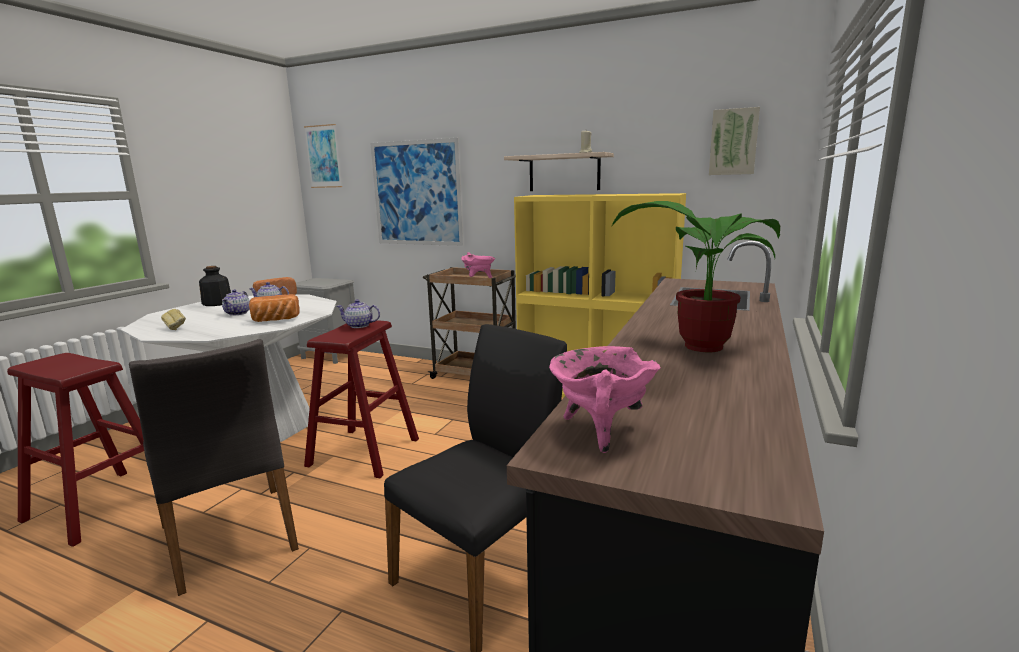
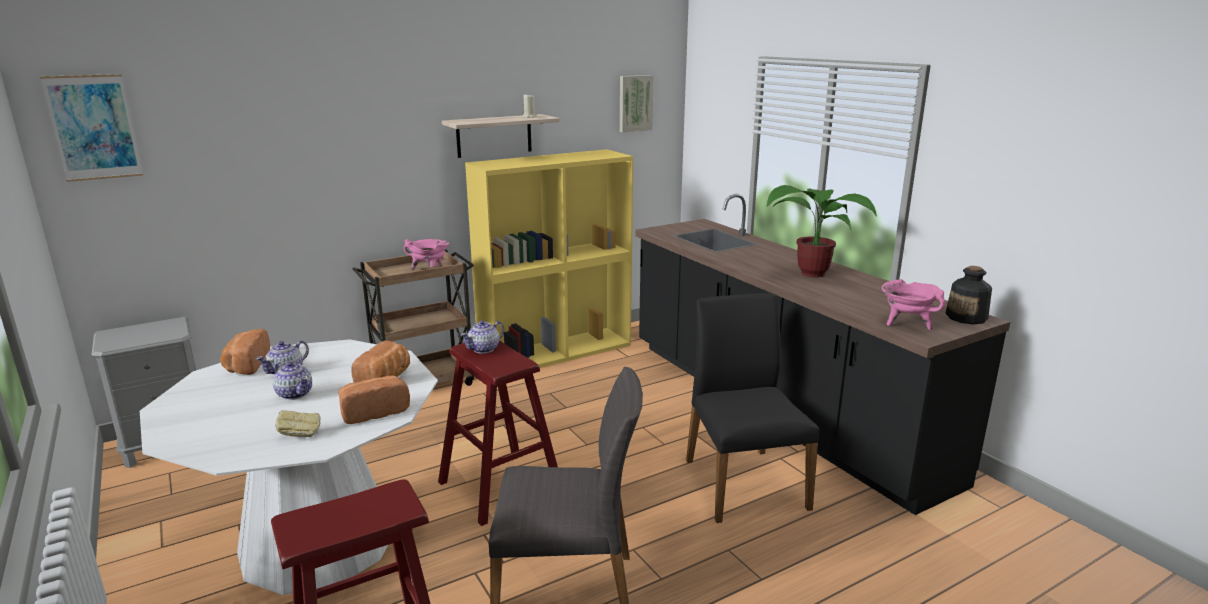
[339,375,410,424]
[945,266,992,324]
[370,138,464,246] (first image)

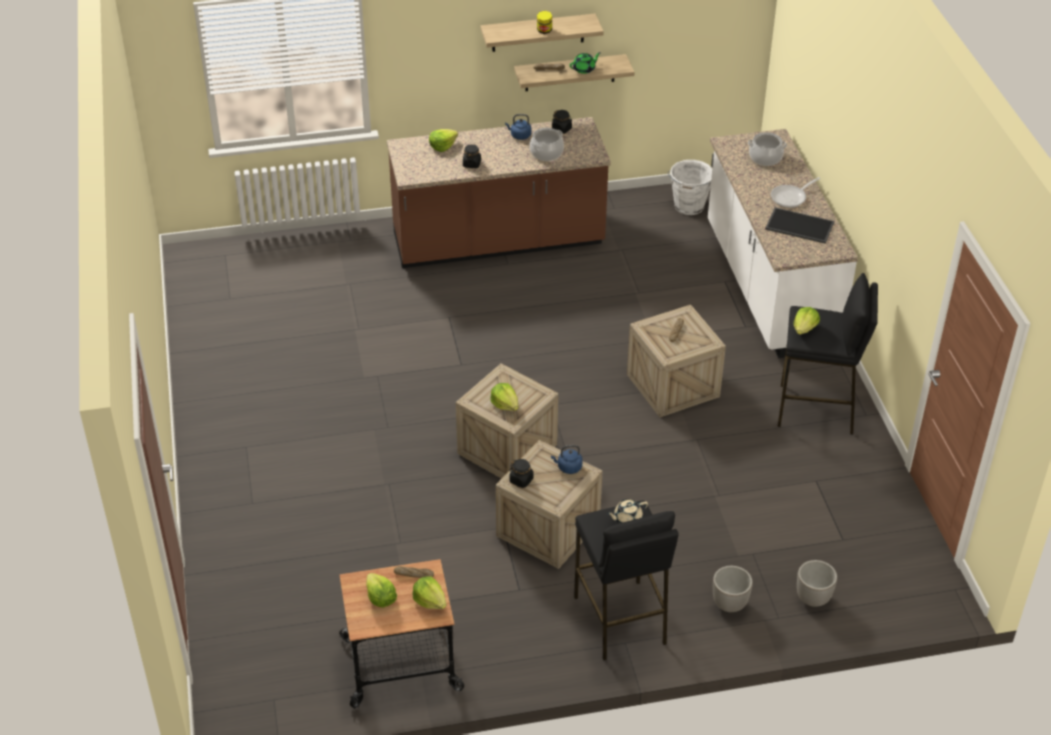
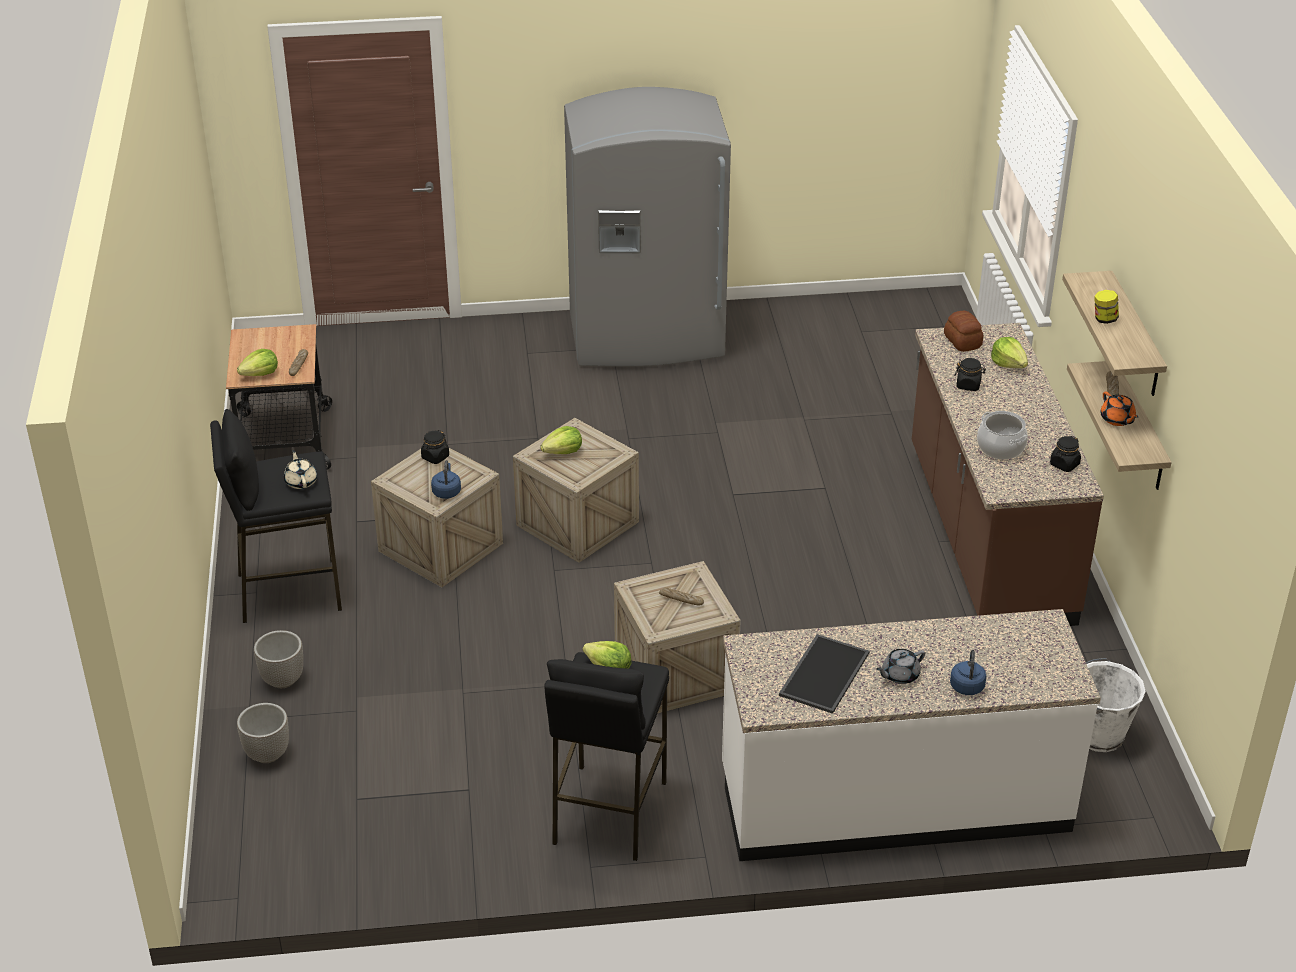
[564,87,731,367]
[876,649,925,684]
[944,311,983,352]
[950,650,987,695]
[1100,392,1138,426]
[366,573,397,607] (first image)
[748,132,787,166] (first image)

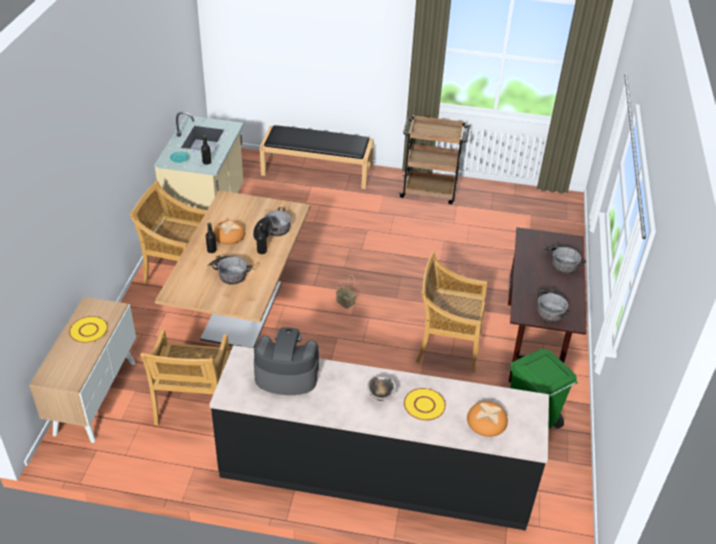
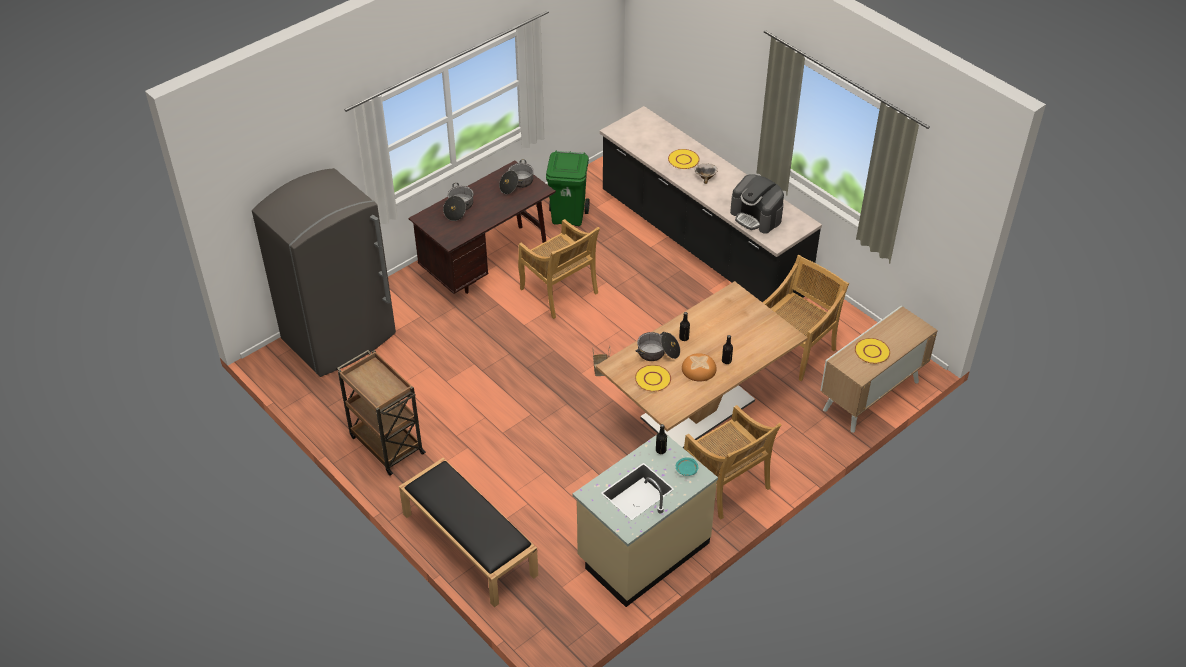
[252,168,396,377]
[635,365,671,392]
[207,255,252,285] (first image)
[467,401,508,437] (first image)

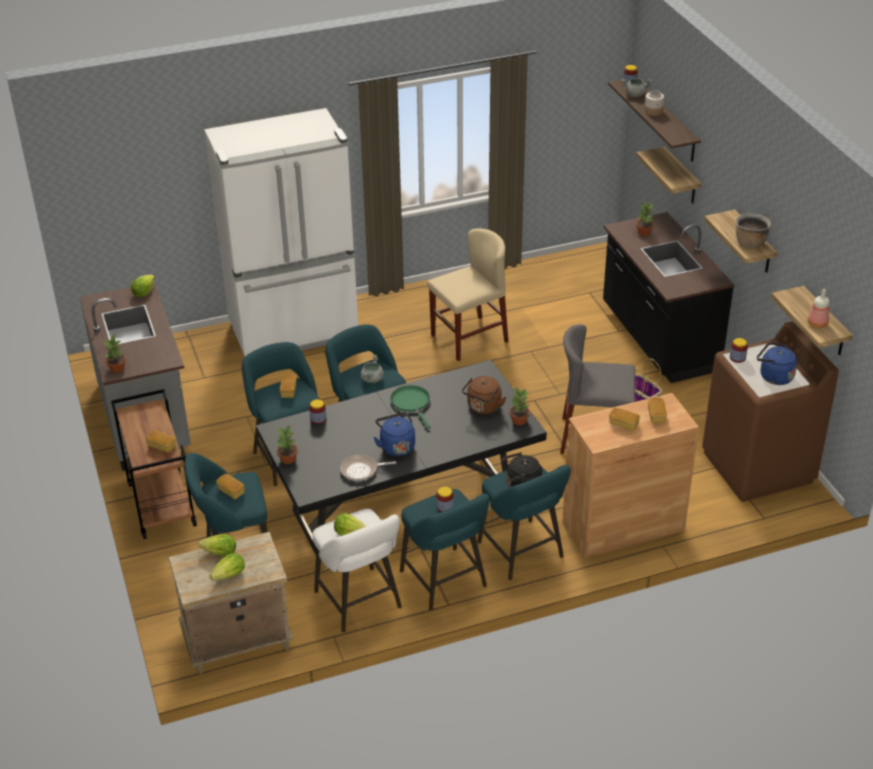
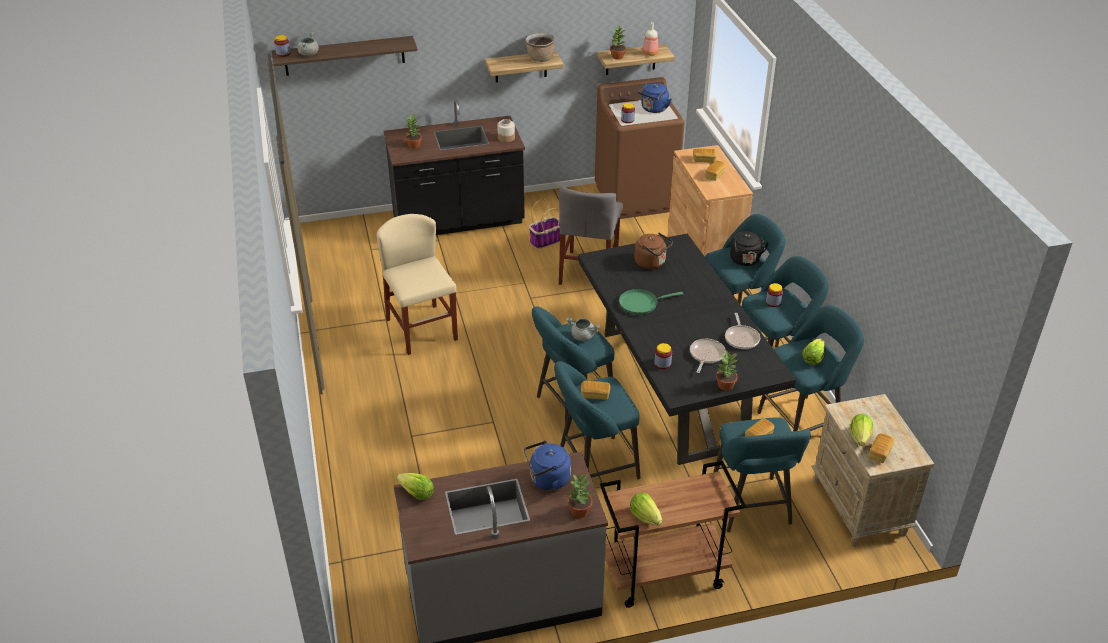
[497,119,515,142]
[524,441,571,491]
[610,25,626,60]
[630,493,662,526]
[690,339,725,373]
[757,305,864,431]
[869,433,895,463]
[204,108,358,356] (first image)
[636,147,701,204] (first image)

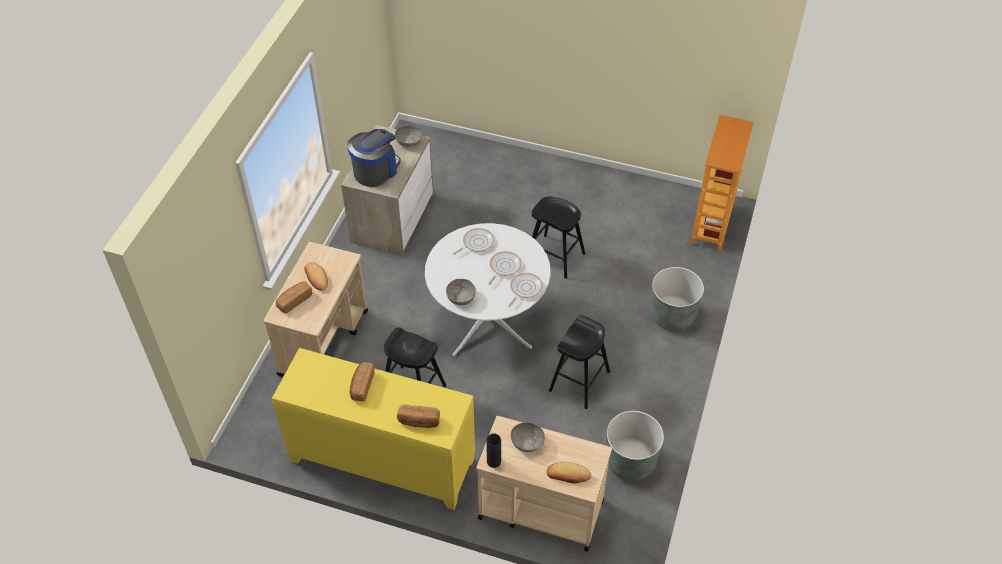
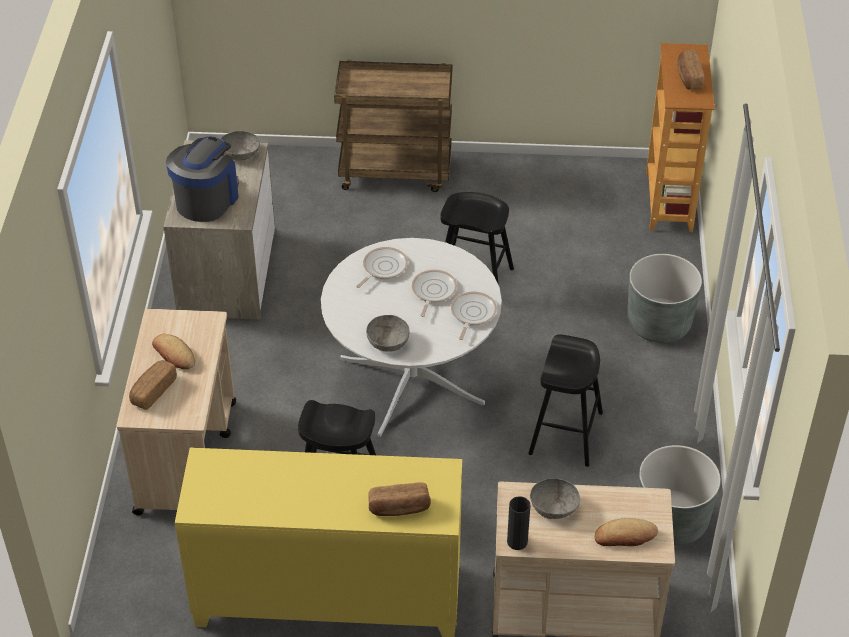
[334,60,453,192]
[678,50,704,90]

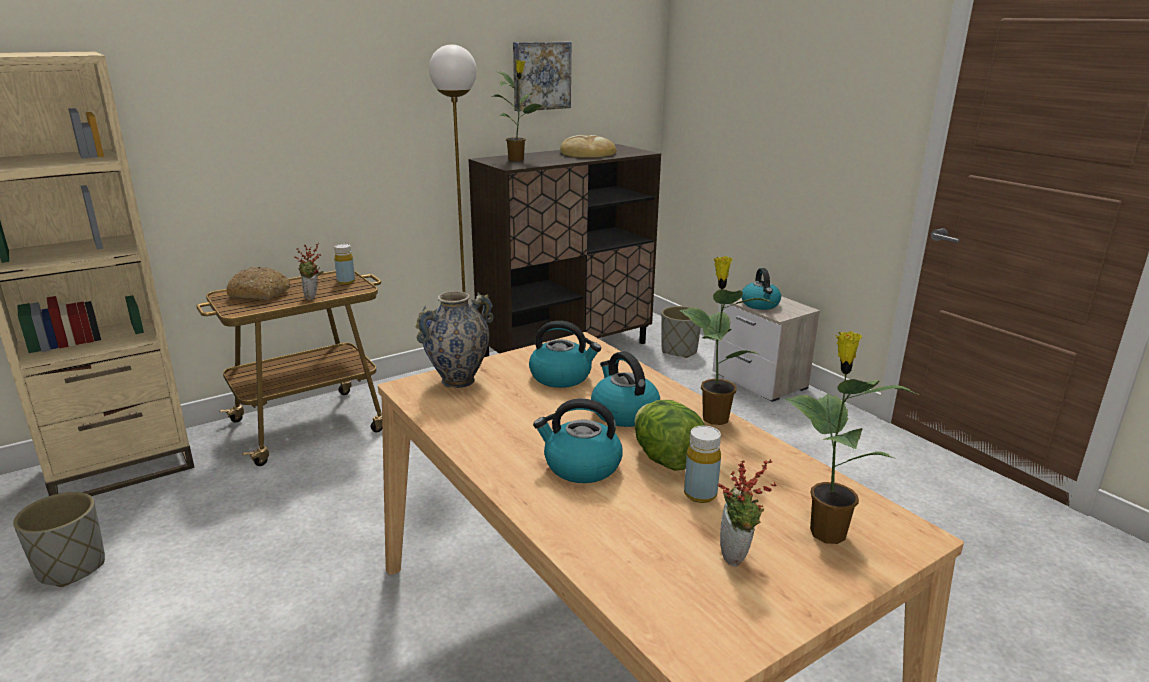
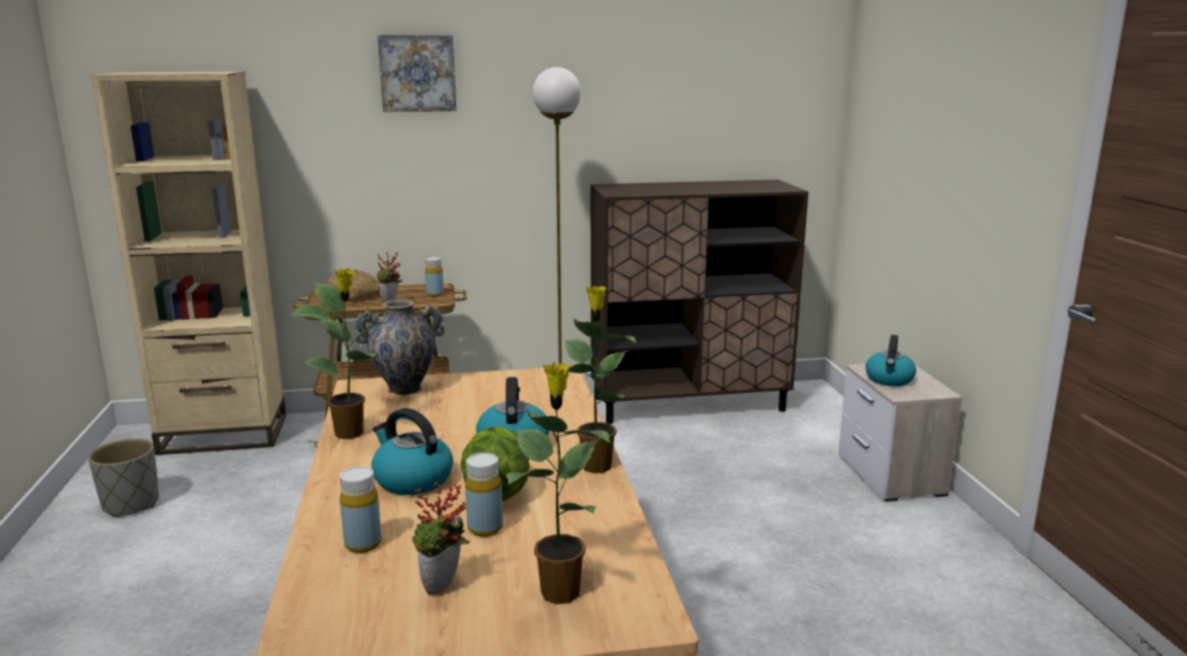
[290,268,387,439]
[340,466,382,553]
[378,35,456,112]
[529,321,601,388] (first image)
[560,135,617,158] (first image)
[661,306,701,358] (first image)

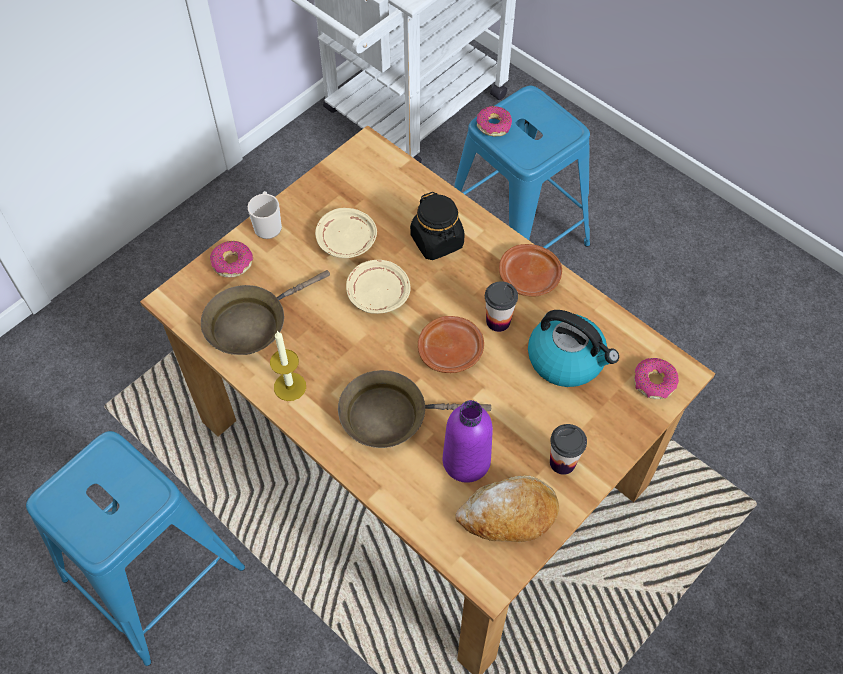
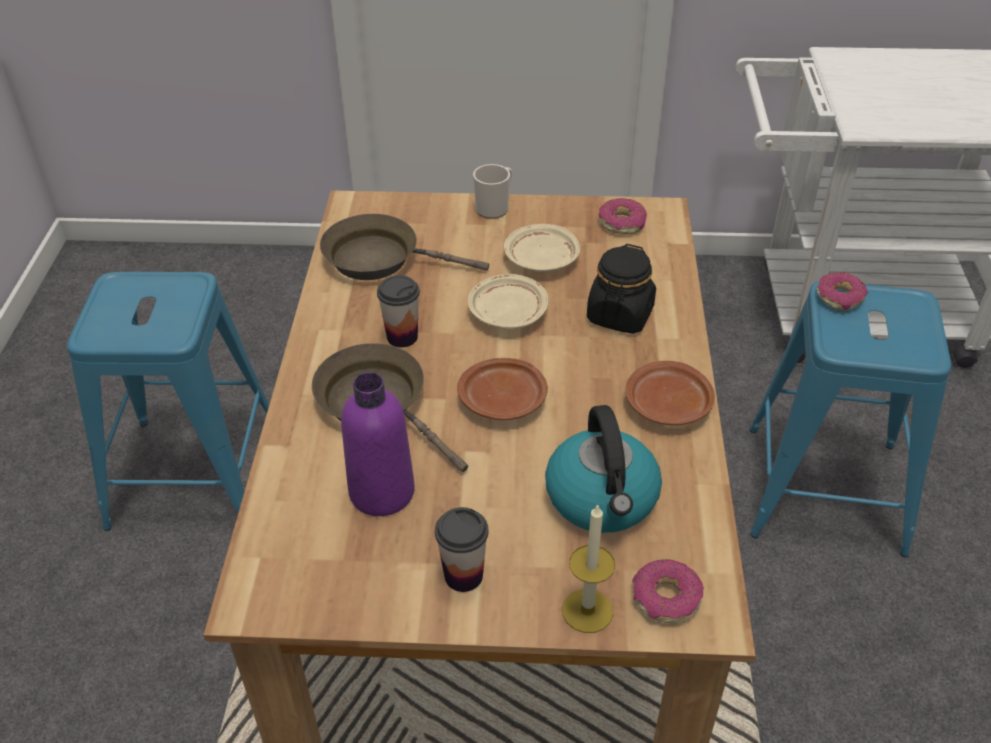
[377,275,420,347]
[562,503,615,633]
[599,198,647,234]
[455,475,559,542] (first image)

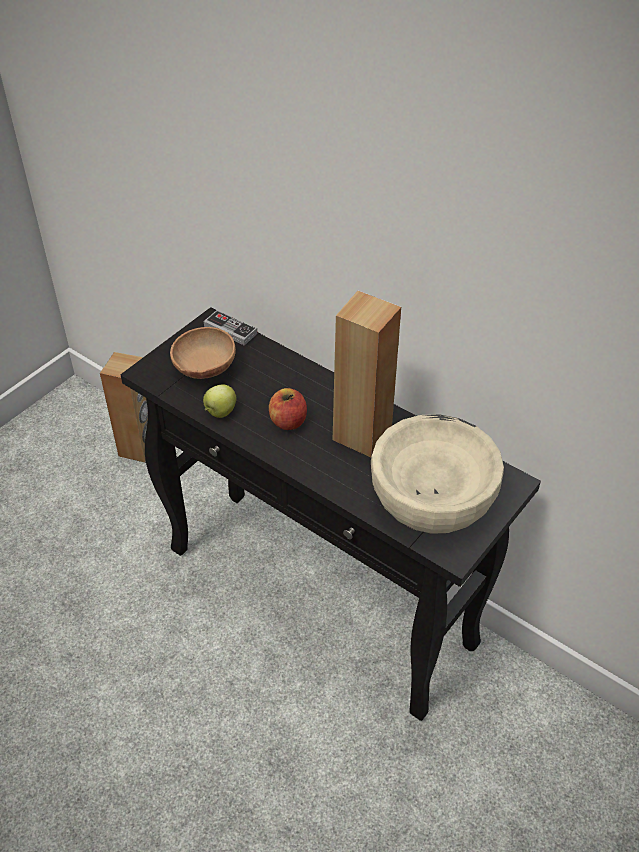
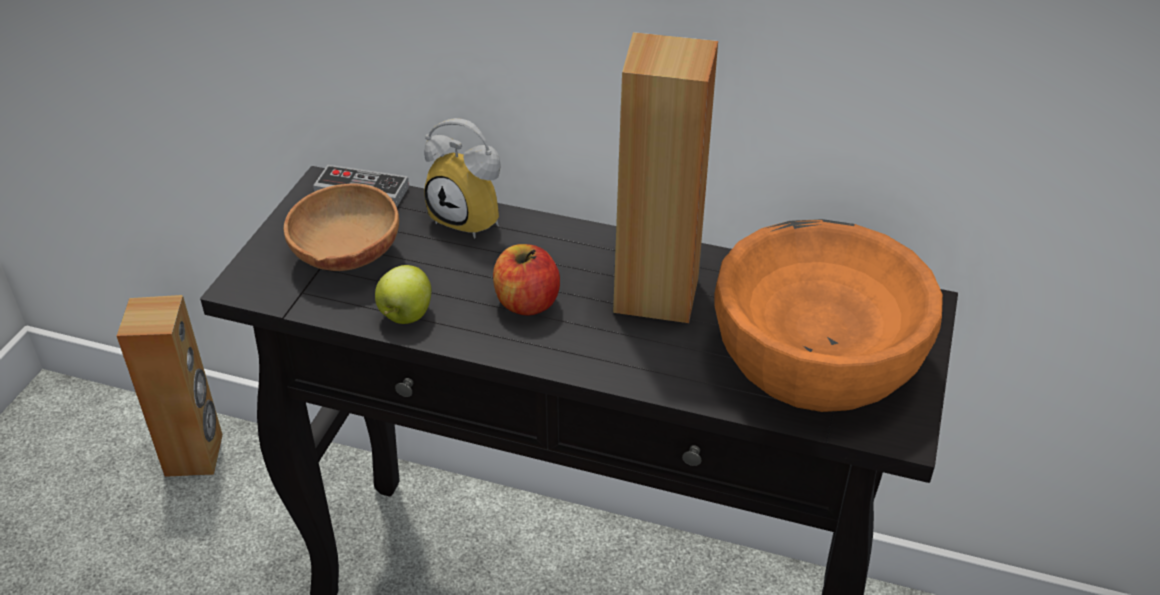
[424,118,501,239]
[715,219,943,412]

